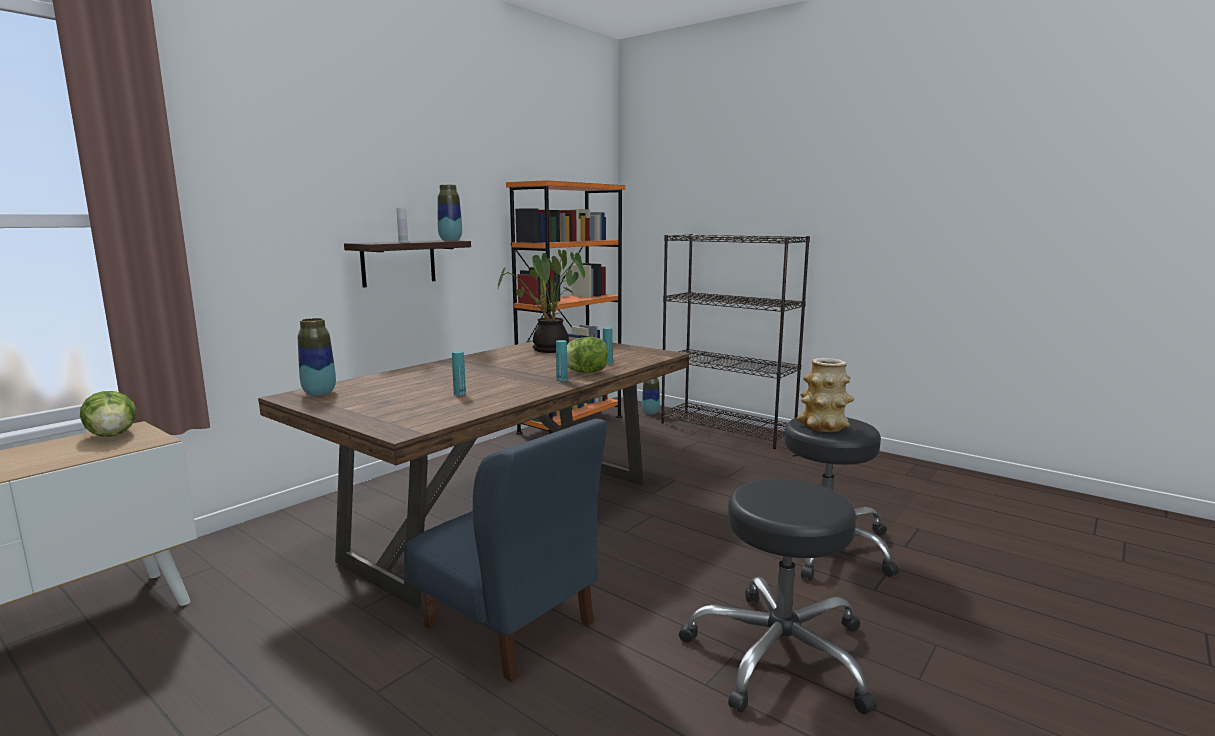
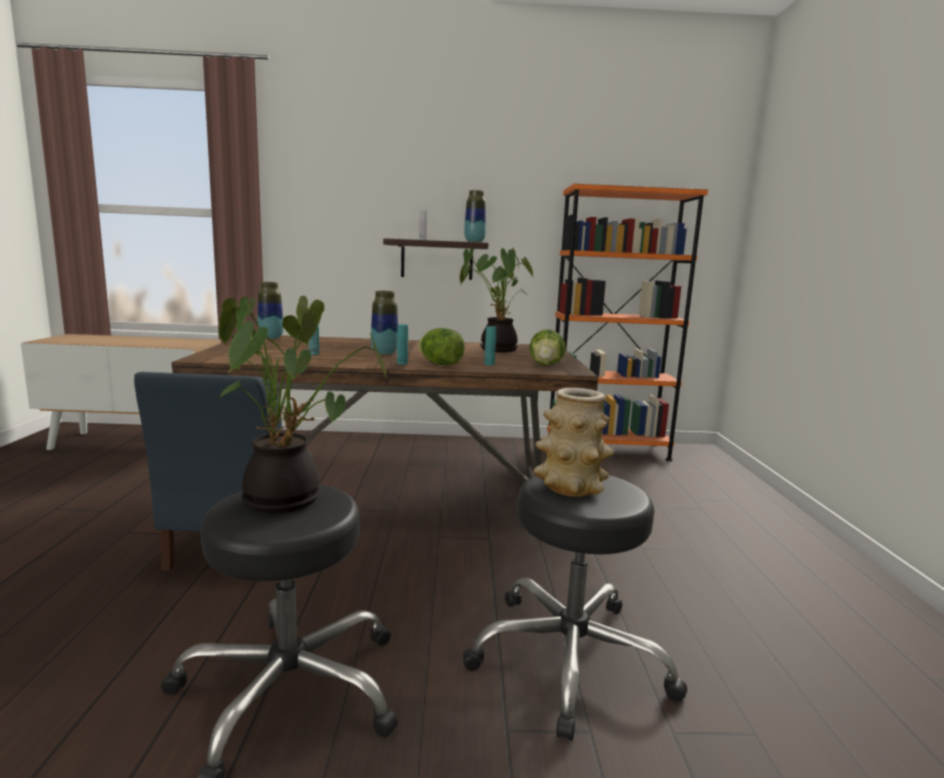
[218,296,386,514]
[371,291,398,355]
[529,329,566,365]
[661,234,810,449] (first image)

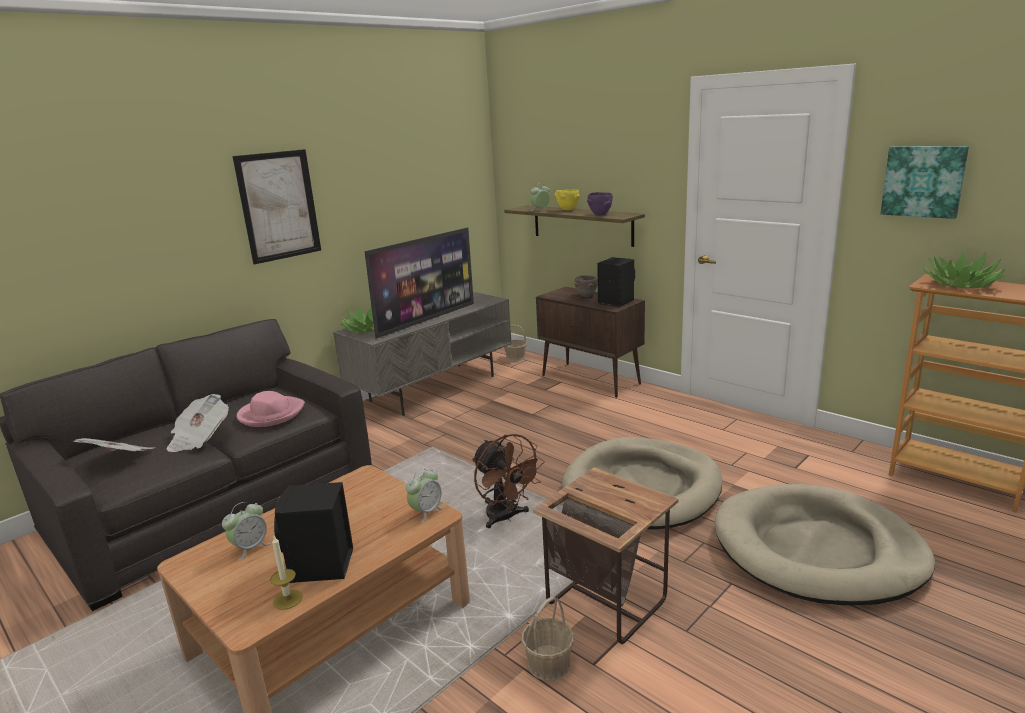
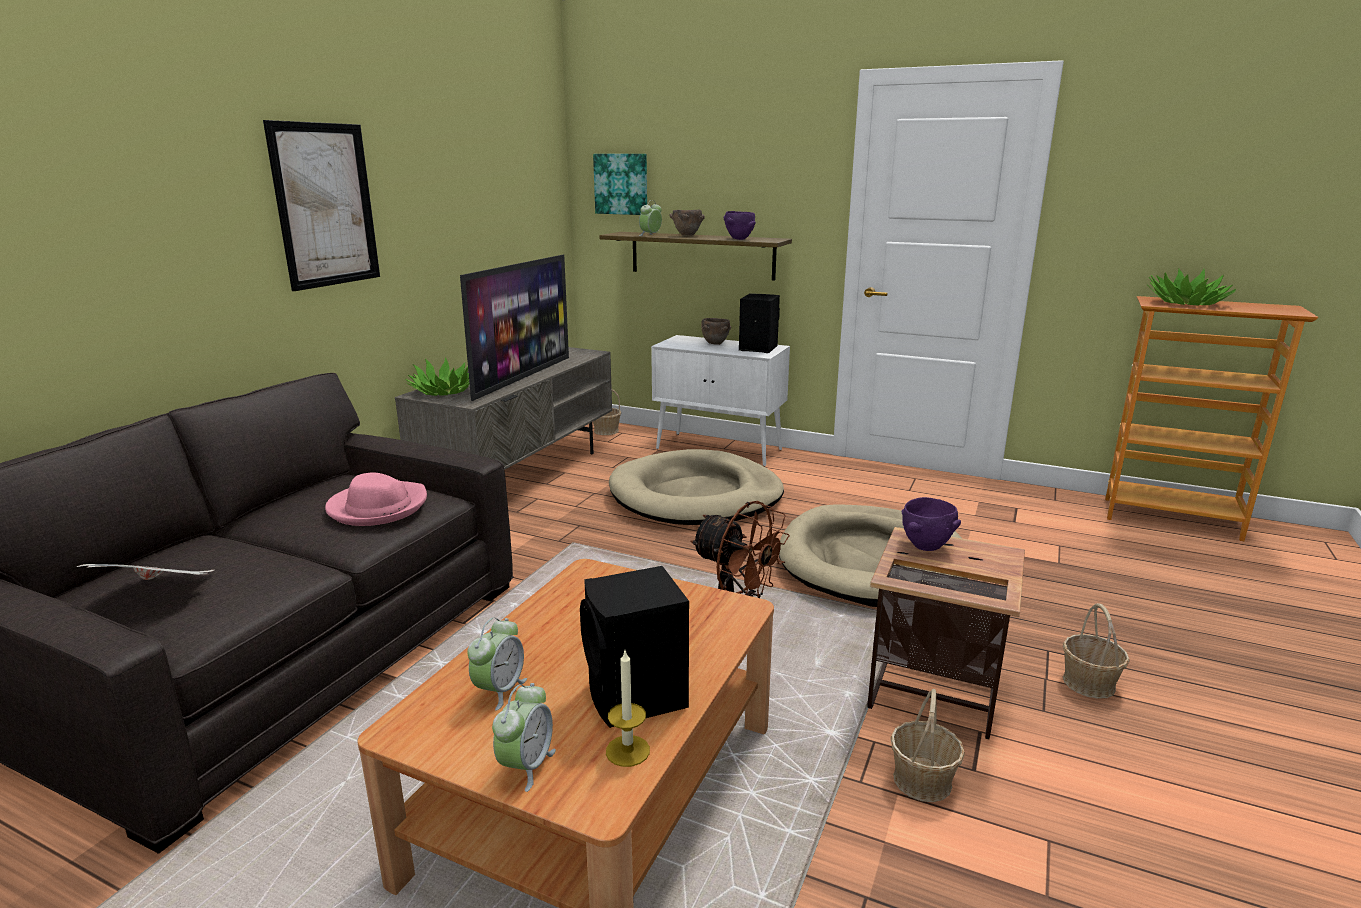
[492,683,556,792]
[593,154,647,215]
[609,449,784,525]
[651,335,790,467]
[670,210,705,236]
[902,497,961,551]
[1063,603,1130,699]
[166,394,229,452] (first image)

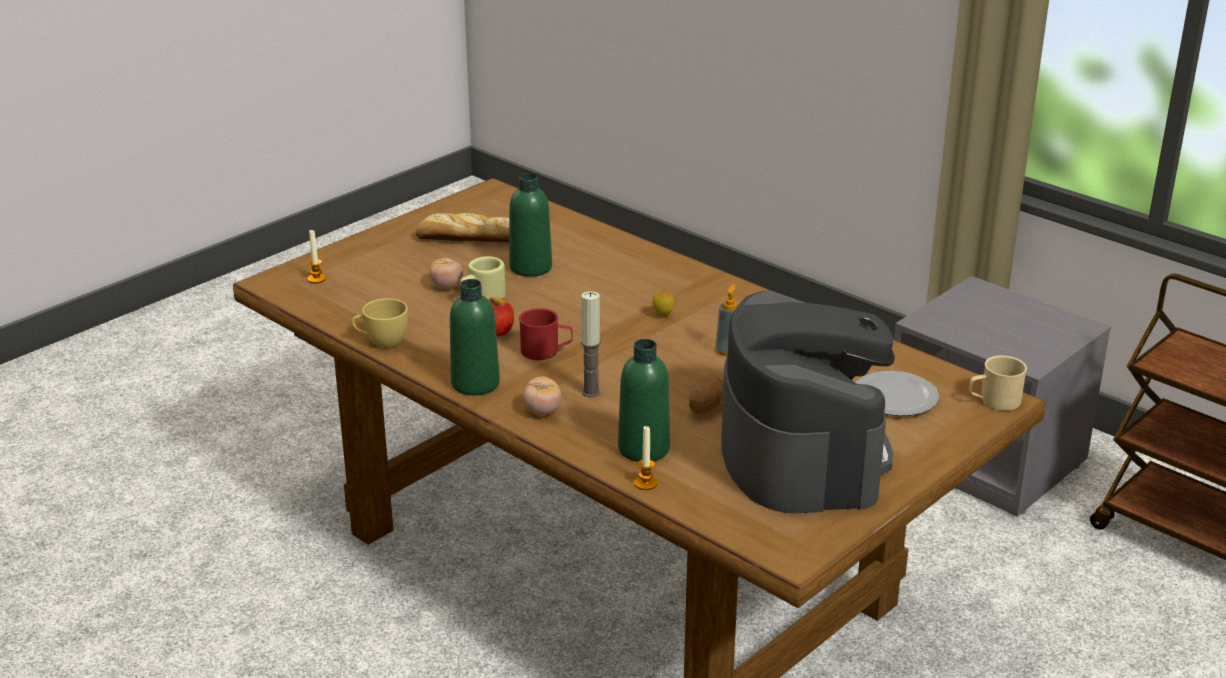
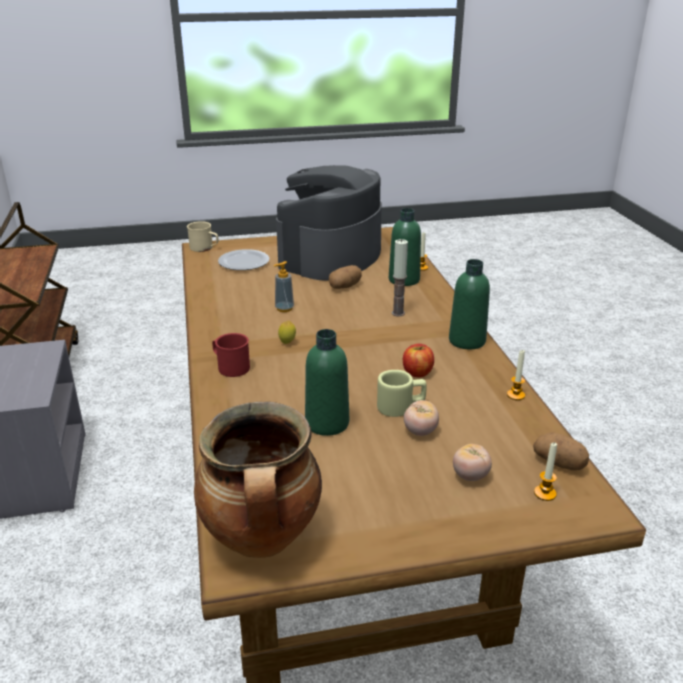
[194,402,322,558]
[212,333,250,377]
[453,444,492,481]
[507,349,525,400]
[533,432,589,470]
[416,213,509,242] (first image)

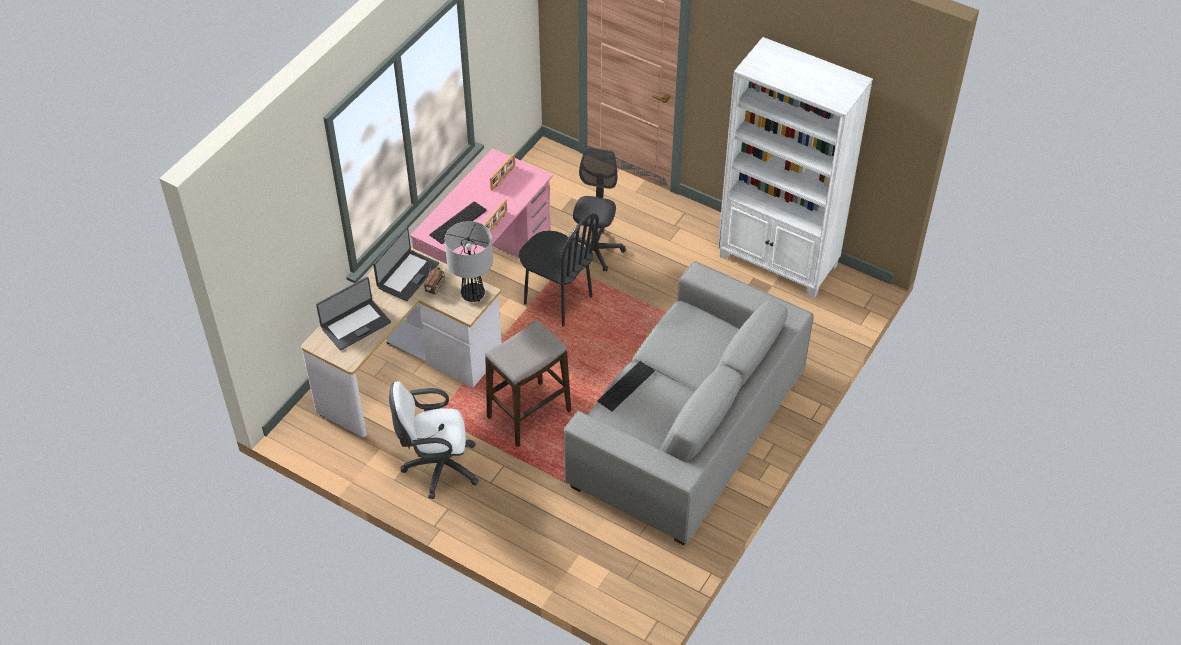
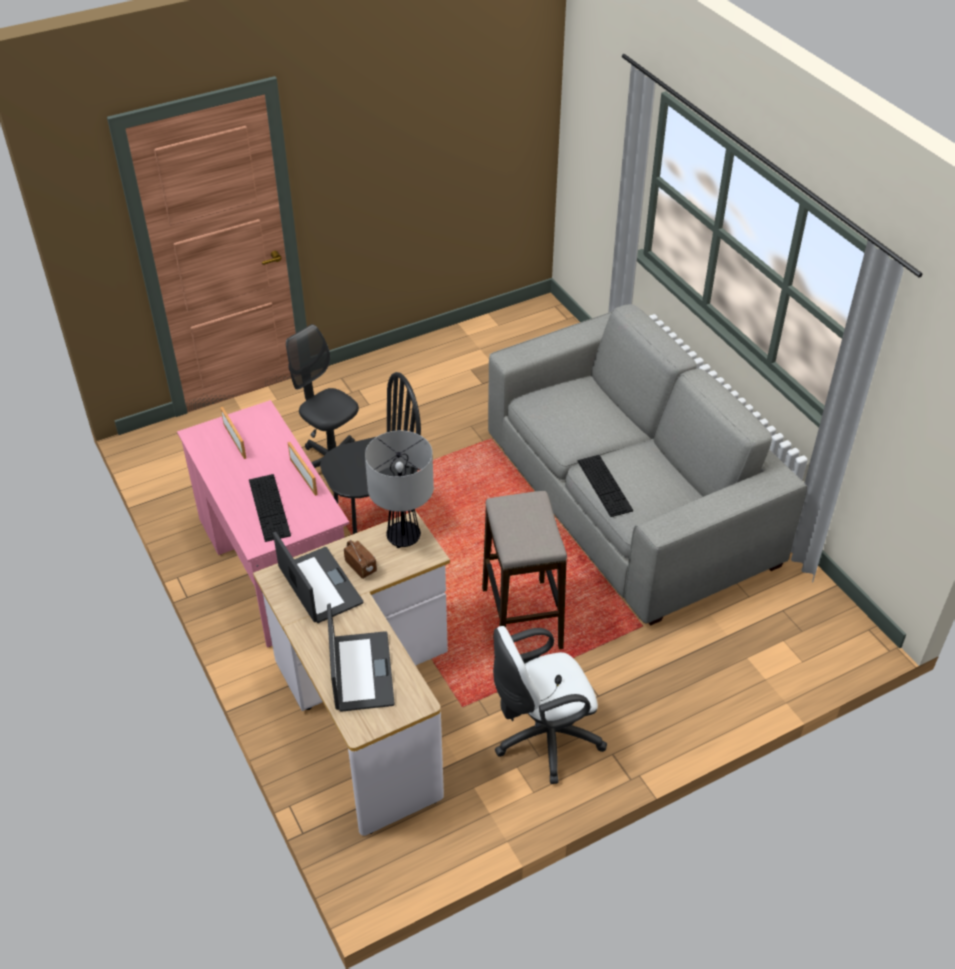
[493,626,607,784]
[718,37,873,298] (first image)

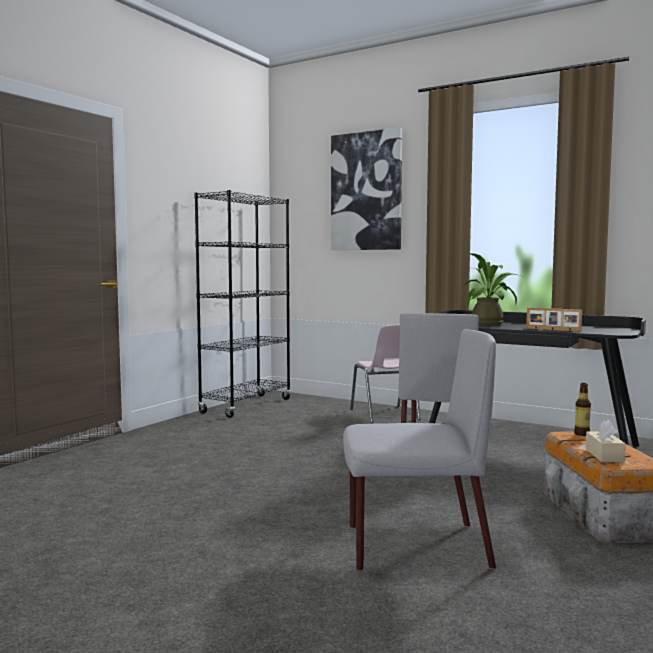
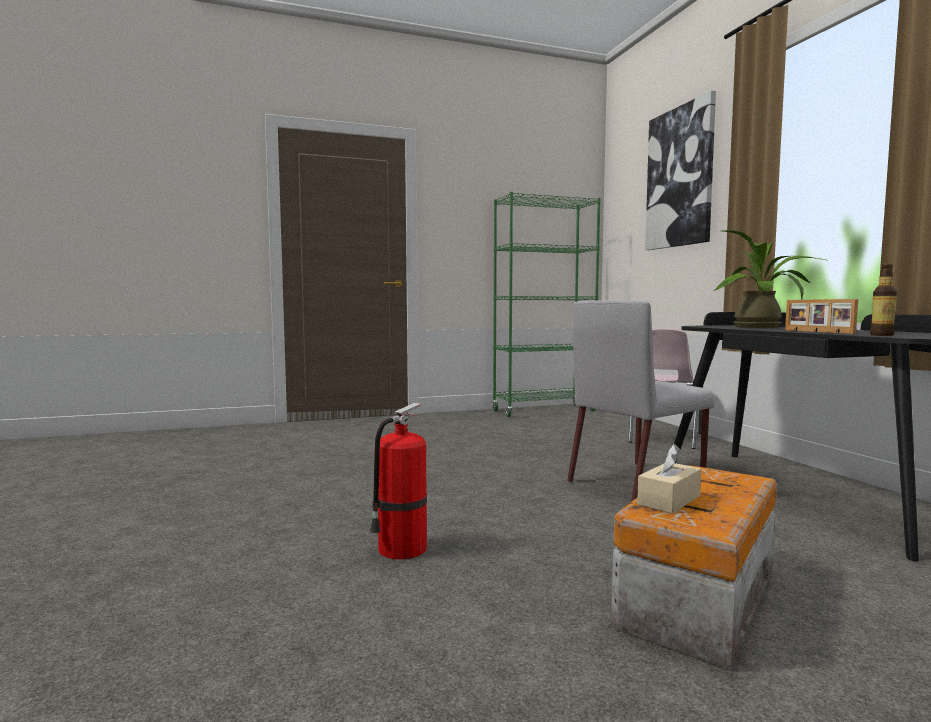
[370,403,427,559]
[492,192,601,417]
[870,264,897,336]

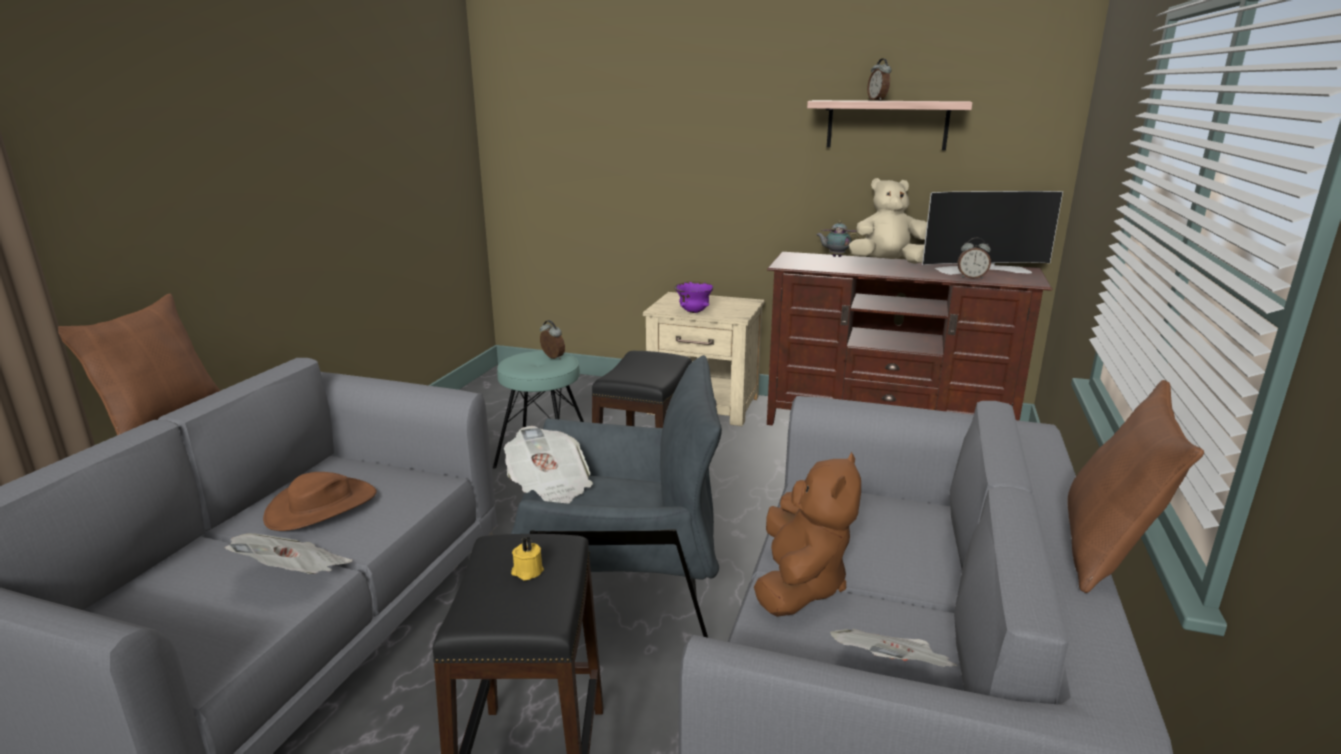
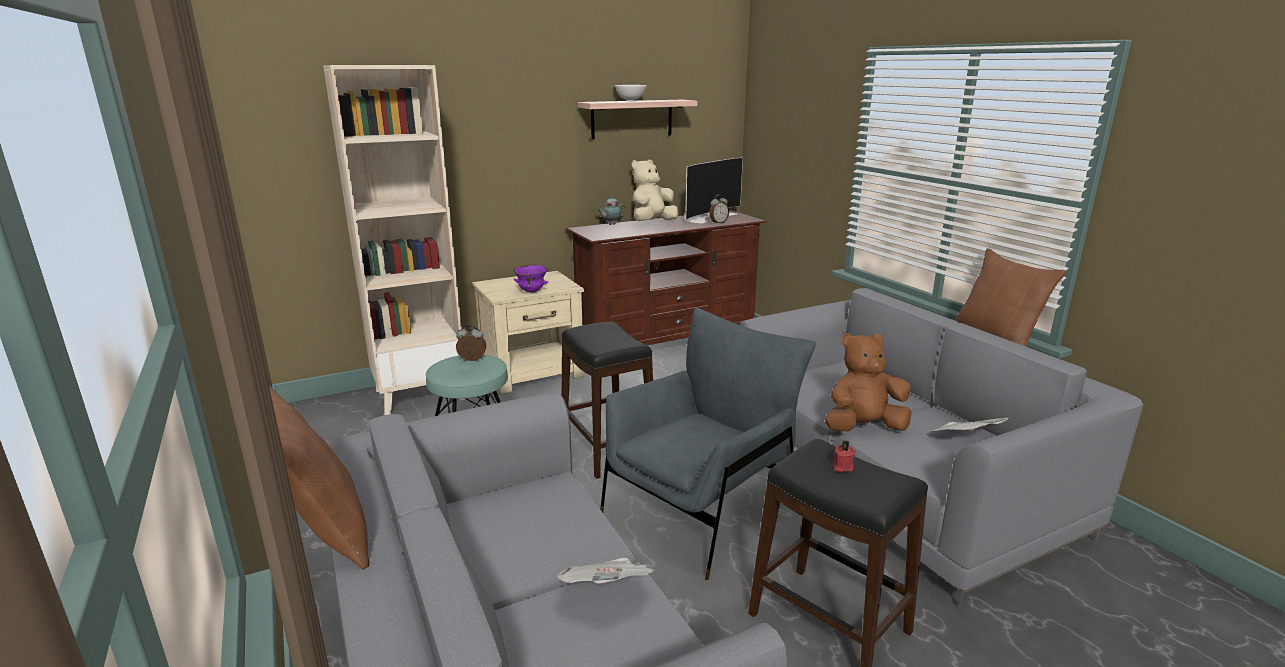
[323,65,466,415]
[615,85,647,101]
[825,333,911,432]
[833,440,856,472]
[263,472,377,531] (first image)
[504,426,593,504] (first image)

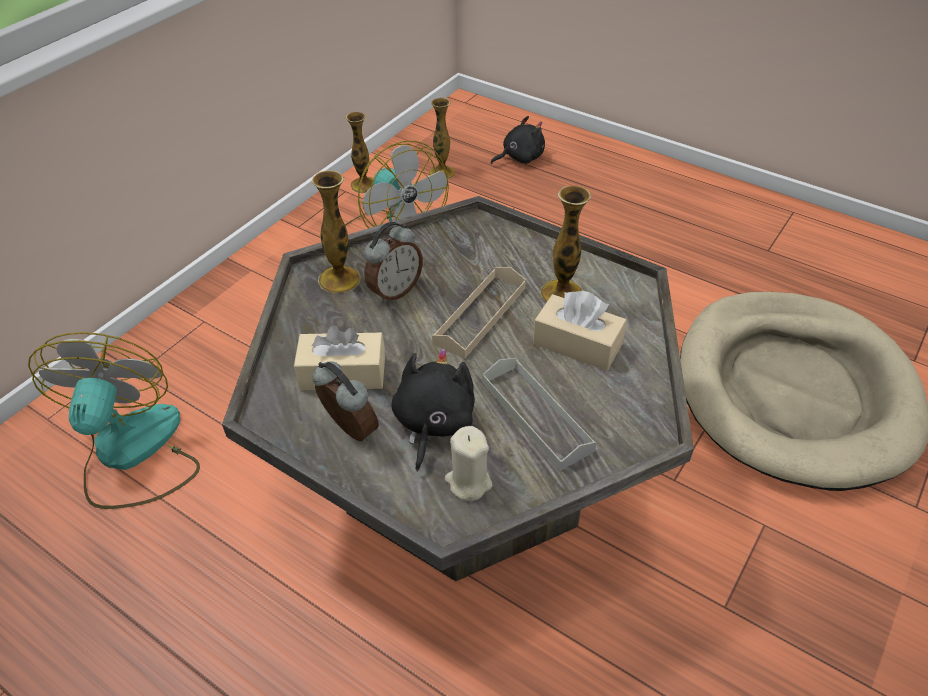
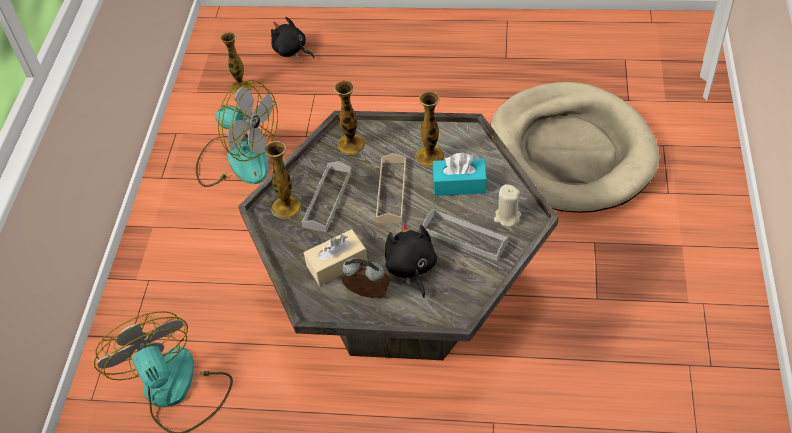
[271,17,315,58]
[302,161,352,232]
[334,81,365,155]
[433,153,487,196]
[494,184,521,227]

